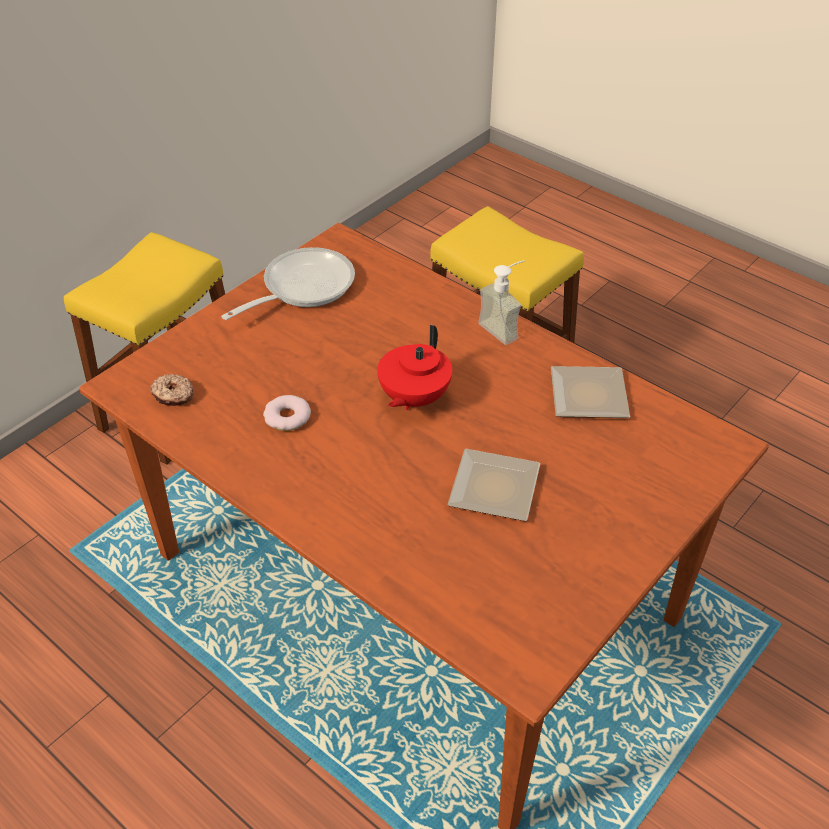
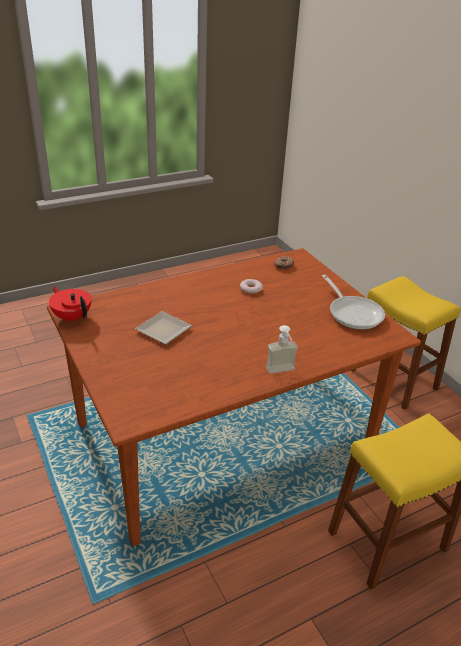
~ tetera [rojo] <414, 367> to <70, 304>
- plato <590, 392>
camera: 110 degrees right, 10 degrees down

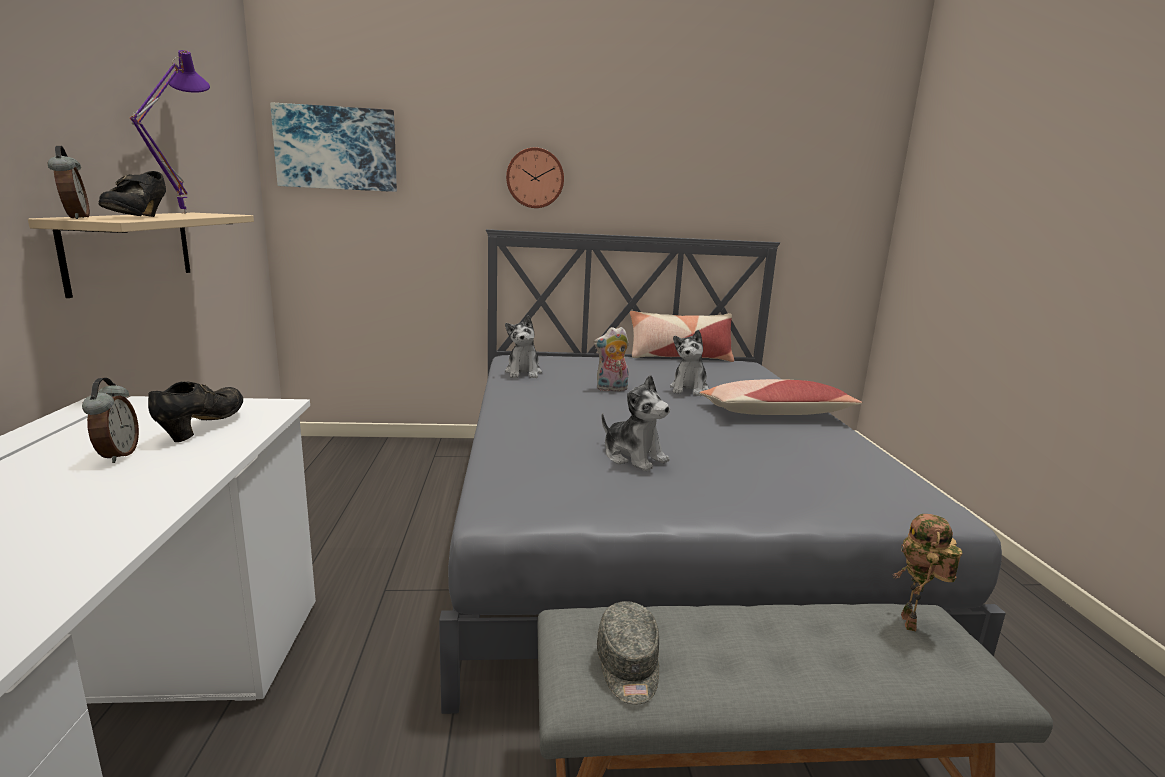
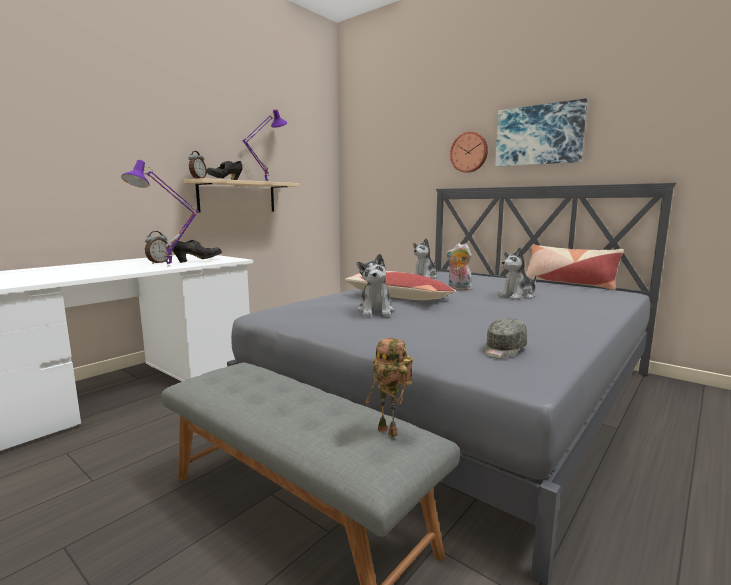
+ lámpara de mesa [morado] <160, 213>
~ cojín <781, 397> to <400, 285>
~ robot de juguete <927, 572> = <389, 388> 105 degrees counterclockwise
~ gorra [gris] <628, 653> to <505, 338>
~ cuadro <333, 147> to <541, 132>
camera: 45 degrees right, 5 degrees down

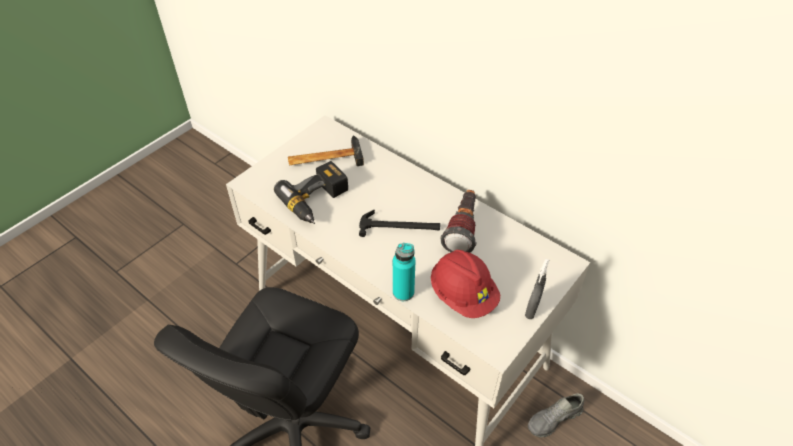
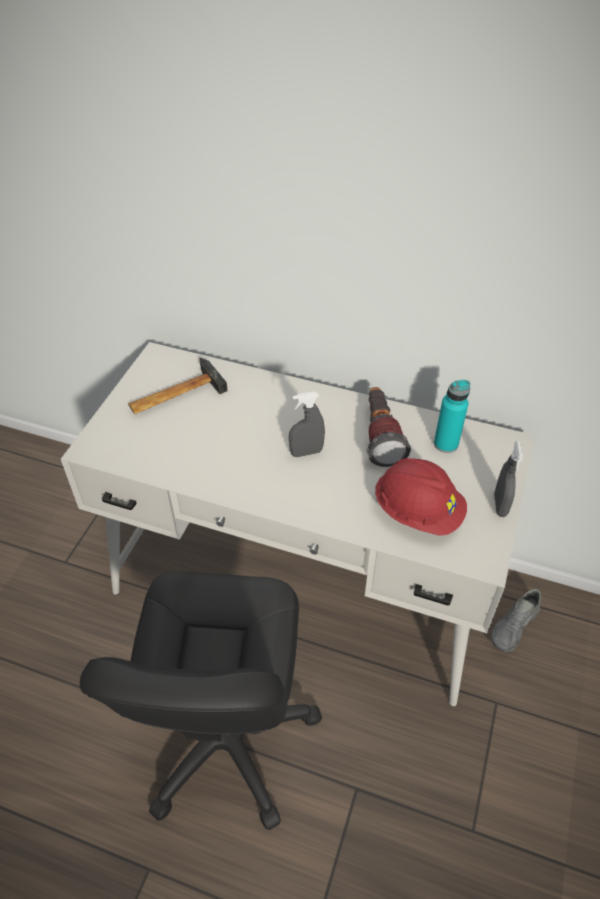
~ martillo <399, 223> to pulverizador [gris] <307, 424>
~ botella [turquesa] <404, 272> to <452, 416>
- taladro <311, 192>
camera: 20 degrees left, 0 degrees up

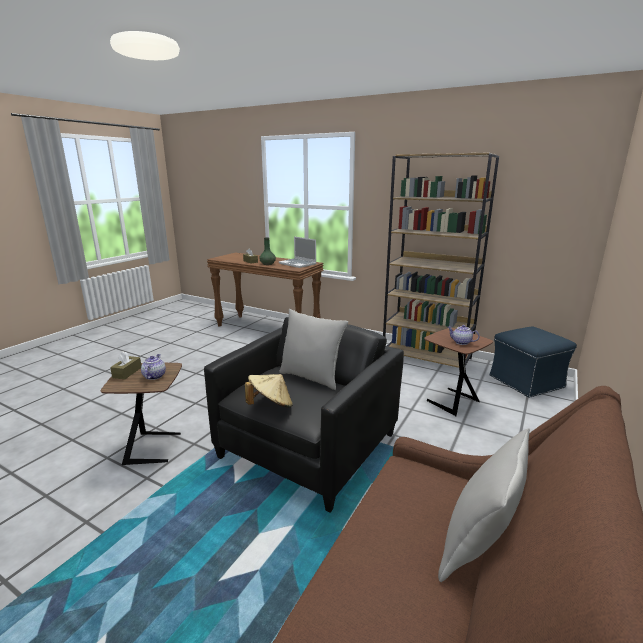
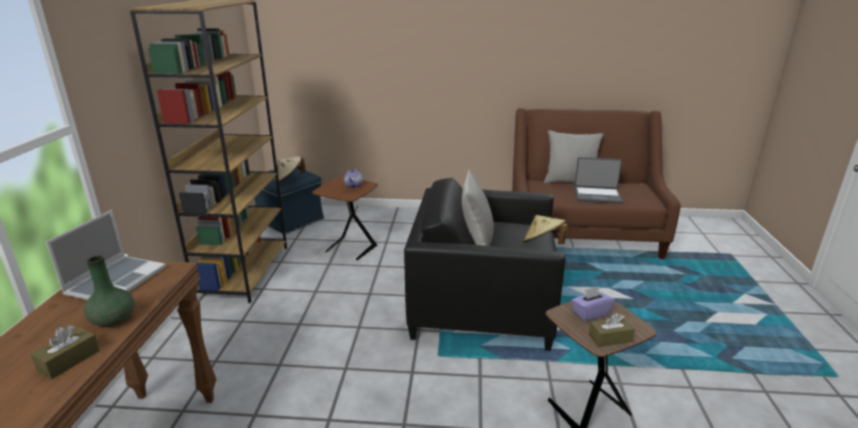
+ sombrero [beis] <290, 169>
~ tetera <153, 367> to caja de pañuelos [morado] <593, 303>
+ portátil <598, 180>
camera: 115 degrees left, 5 degrees up

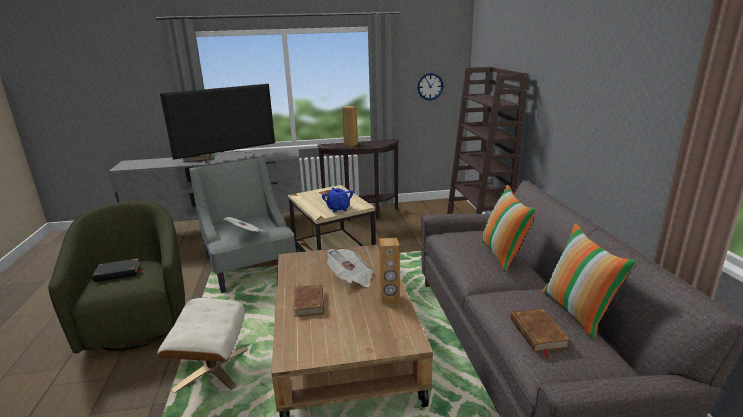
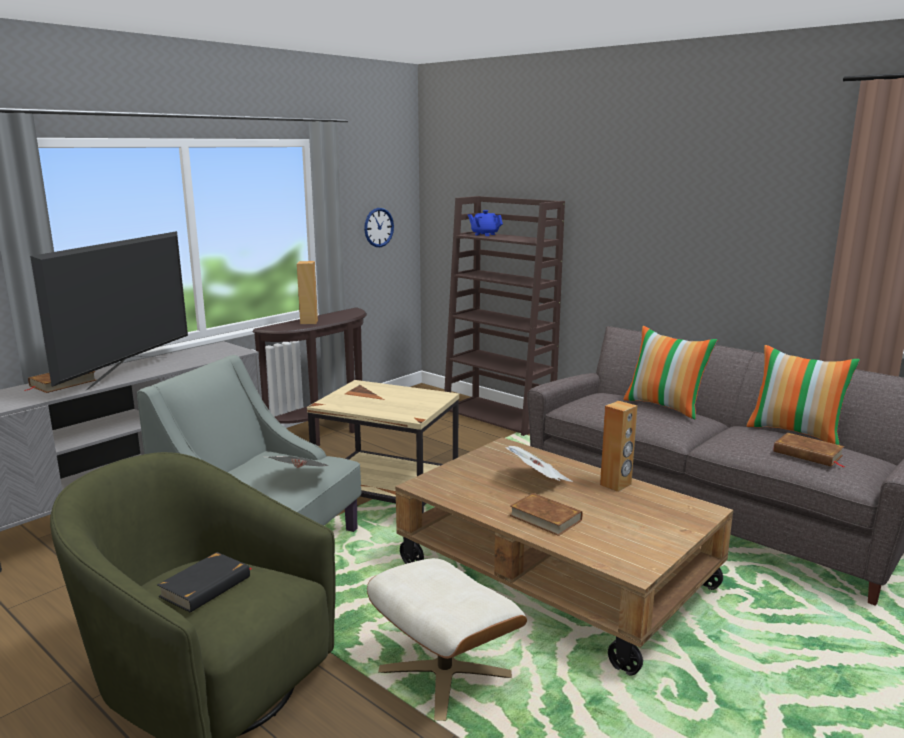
~ tetera [azul] <337, 200> to <485, 223>
camera: 40 degrees left, 5 degrees down

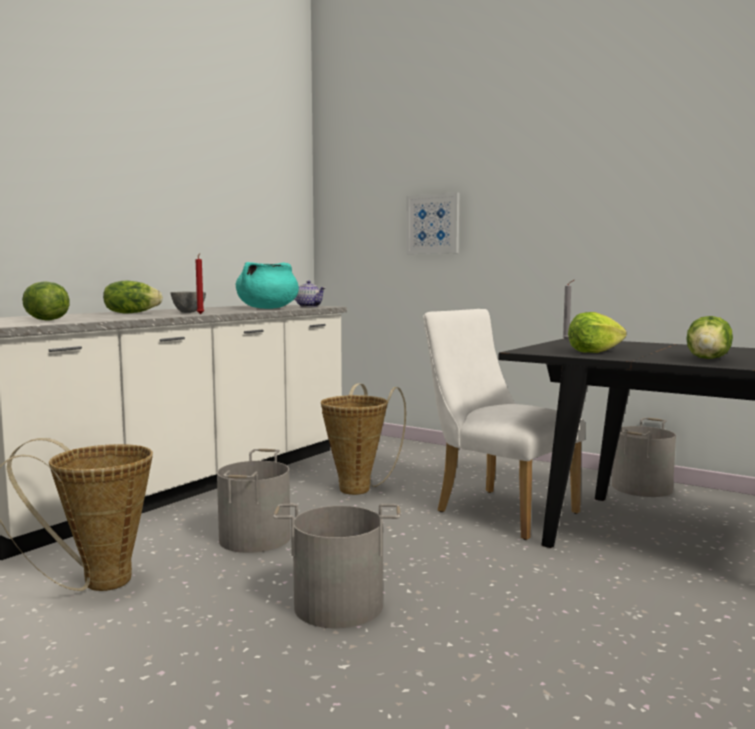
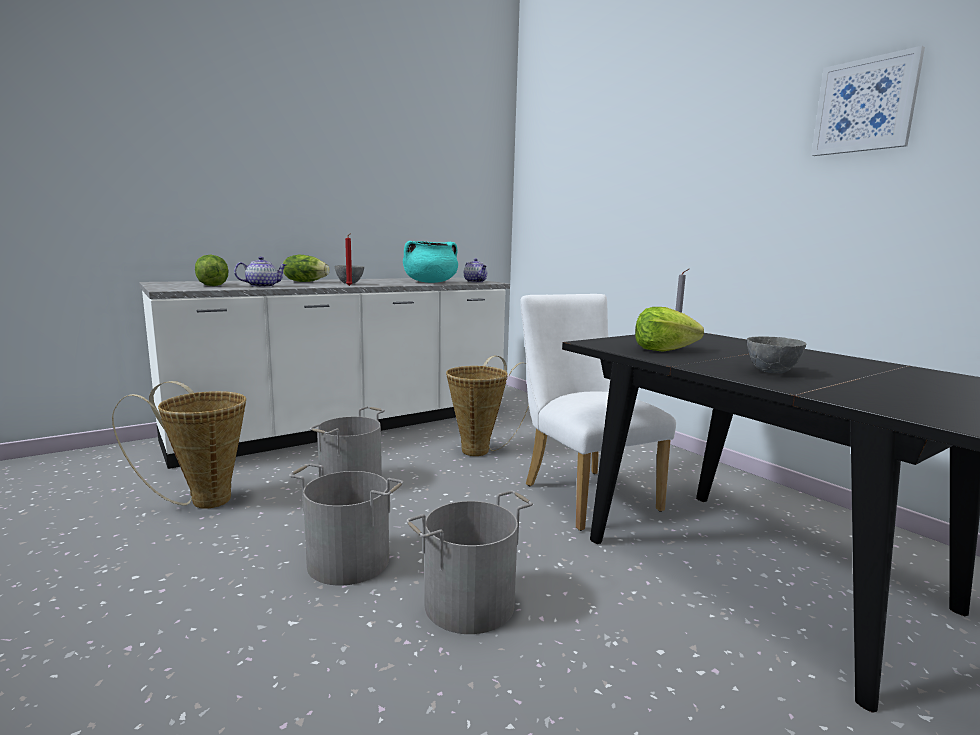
+ tetera <260, 272>
~ cubo [gris] <644, 457> to <469, 562>
~ lechuga <709, 337> to cuenco [gris] <776, 355>
~ cuadro <432, 223> to <868, 101>
camera: 20 degrees right, 5 degrees up

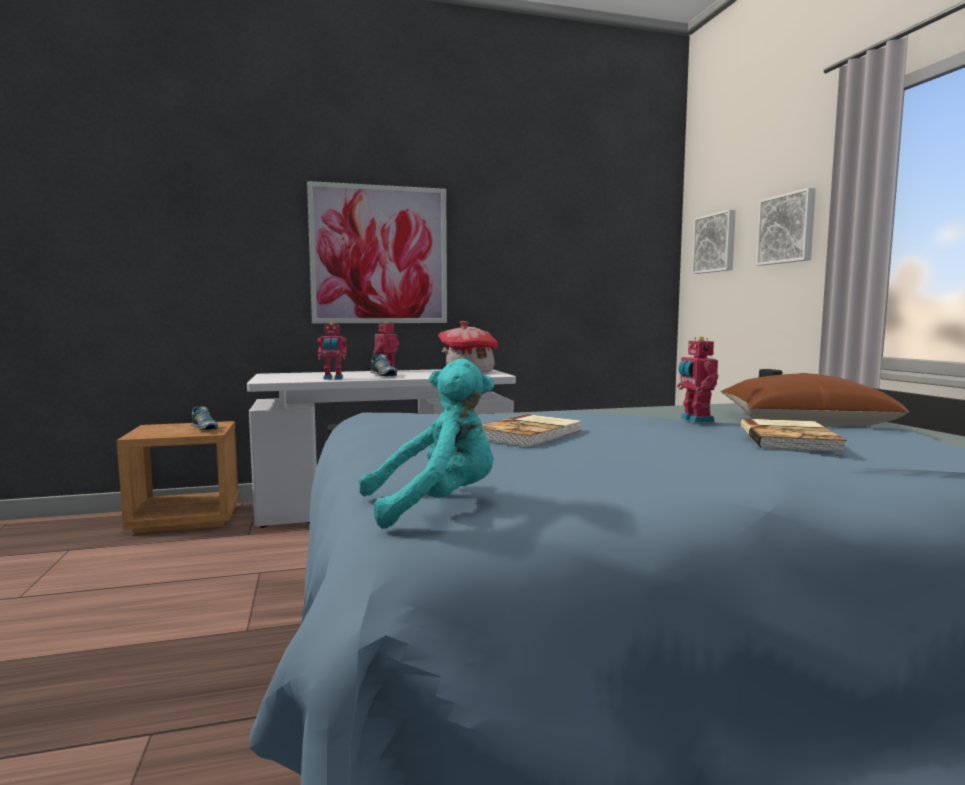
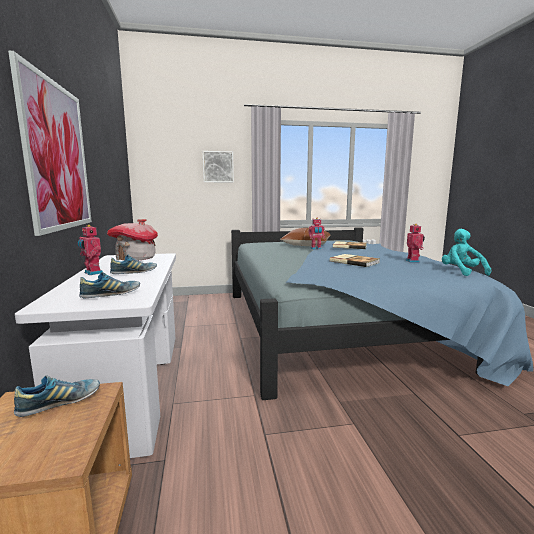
+ zapato <109, 285>
~ robot de juguete <332, 351> to <415, 243>
- cuadro <714, 241>
camera: 85 degrees left, 5 degrees up

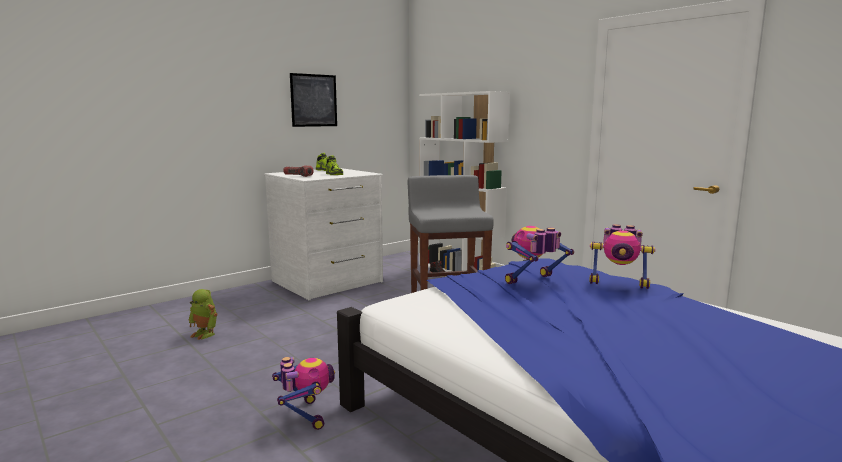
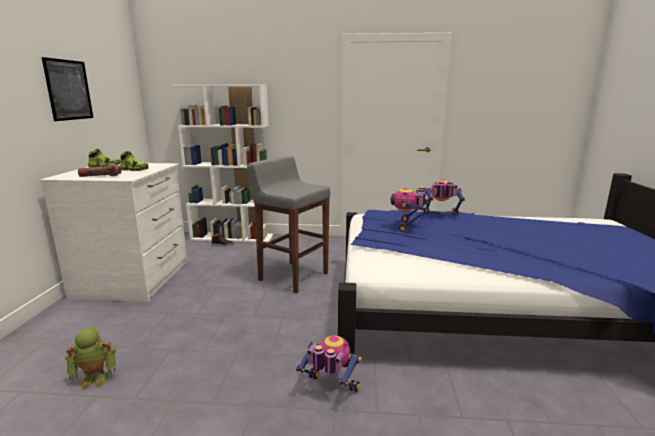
~ robot de juguete <622, 256> = <443, 197> 150 degrees counterclockwise
camera: 45 degrees left, 5 degrees up

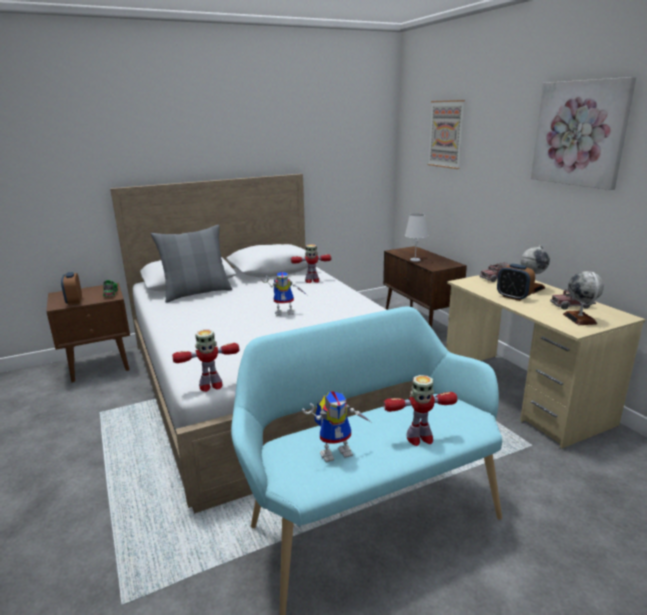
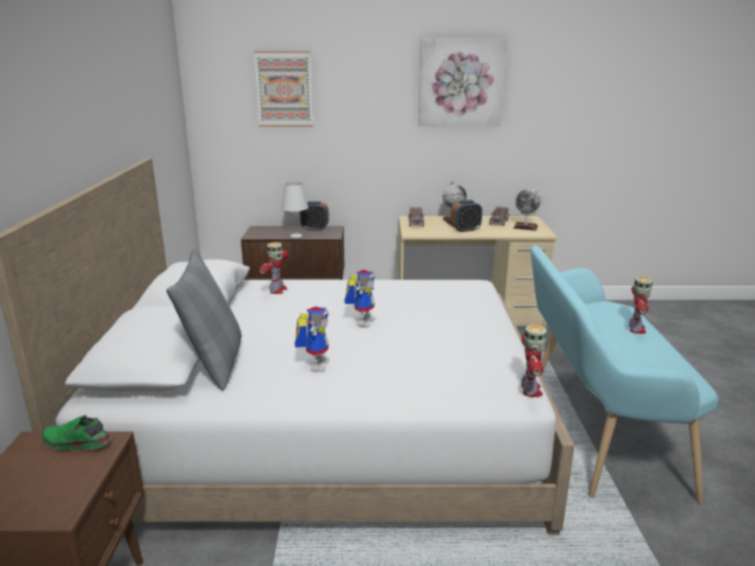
~ robot de juguete <336, 426> to <312, 339>
~ despertador <71, 288> to <314, 216>
camera: 65 degrees left, 0 degrees up

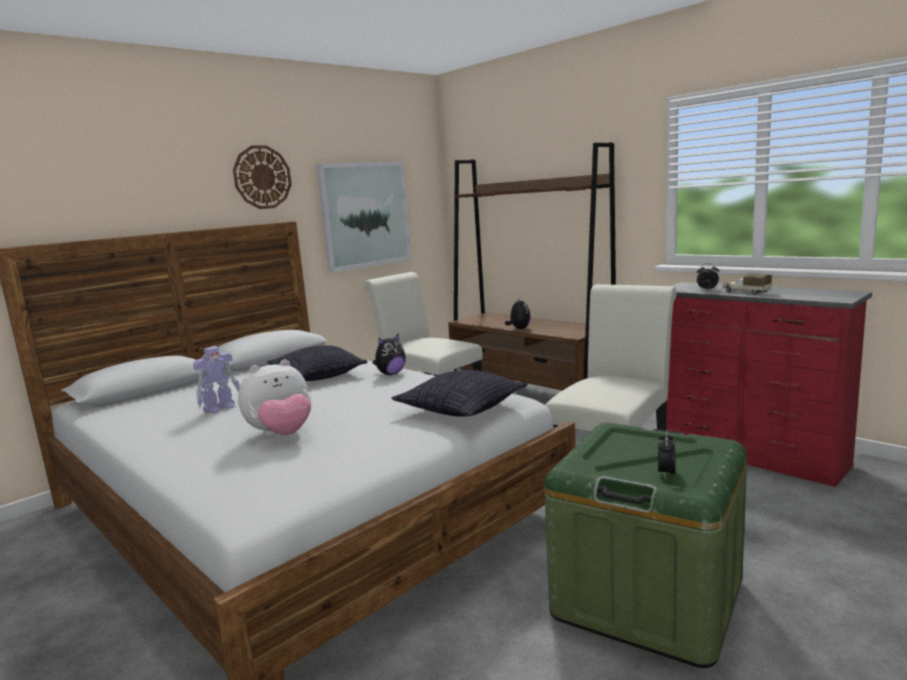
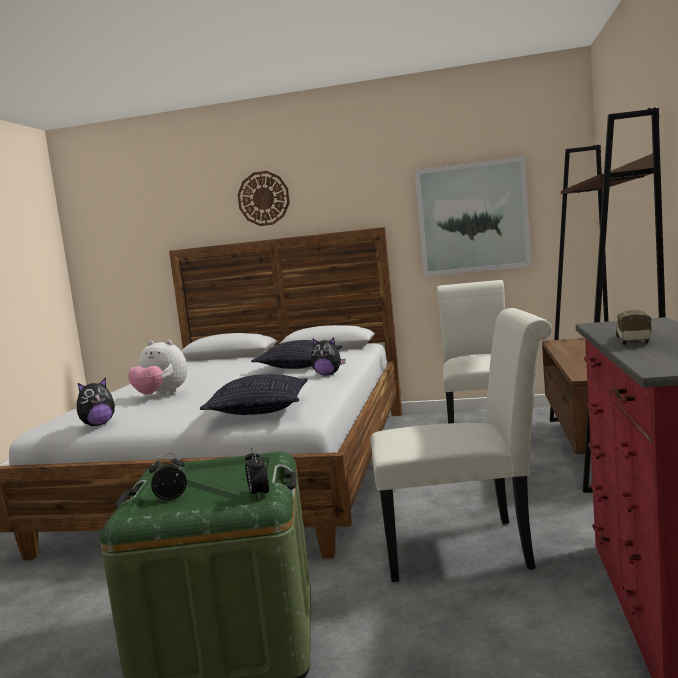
~ peluche <518, 313> to <96, 401>
~ reloj de pared <262, 177> to <263, 198>
~ despertador <708, 277> to <257, 473>
- robot de juguete <216, 379>
camera: 55 degrees right, 5 degrees down

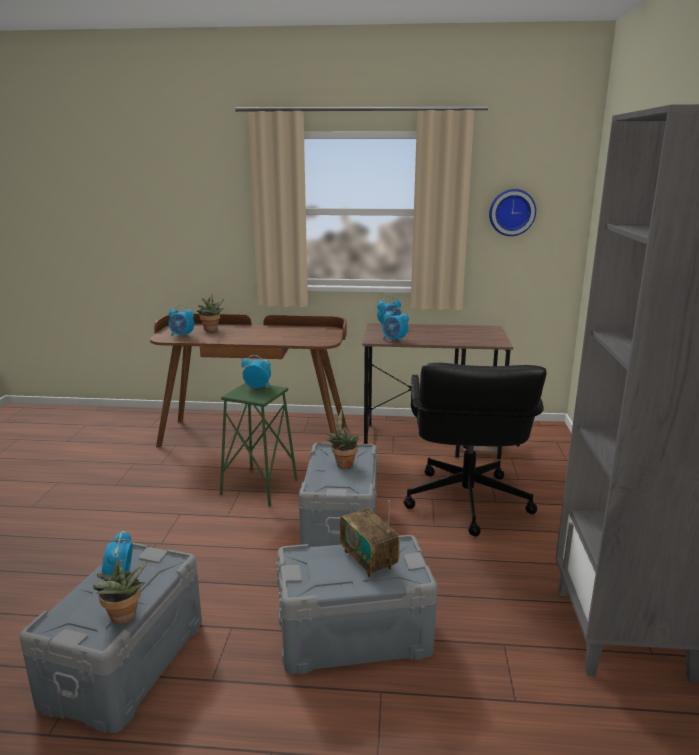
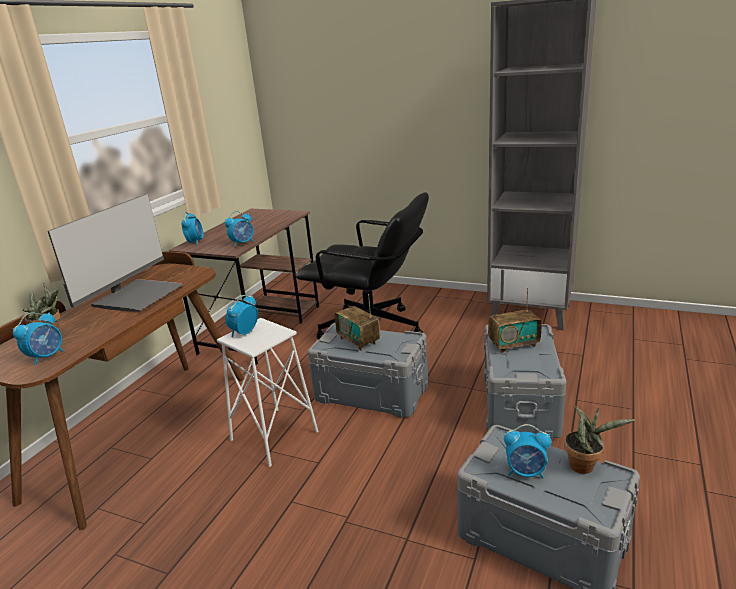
+ monitor <115, 253>
~ taburete [verde] <259, 445> to taburete [blanco] <267, 392>
~ planta en maceta <342, 439> to radio <357, 322>
- reloj de pared <512, 212>
camera: 70 degrees left, 5 degrees up

